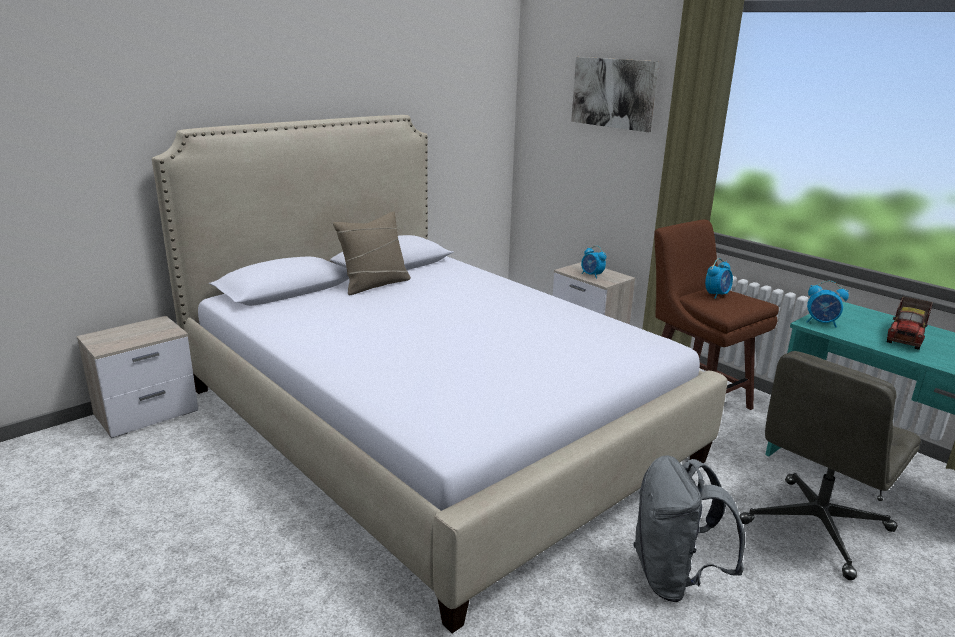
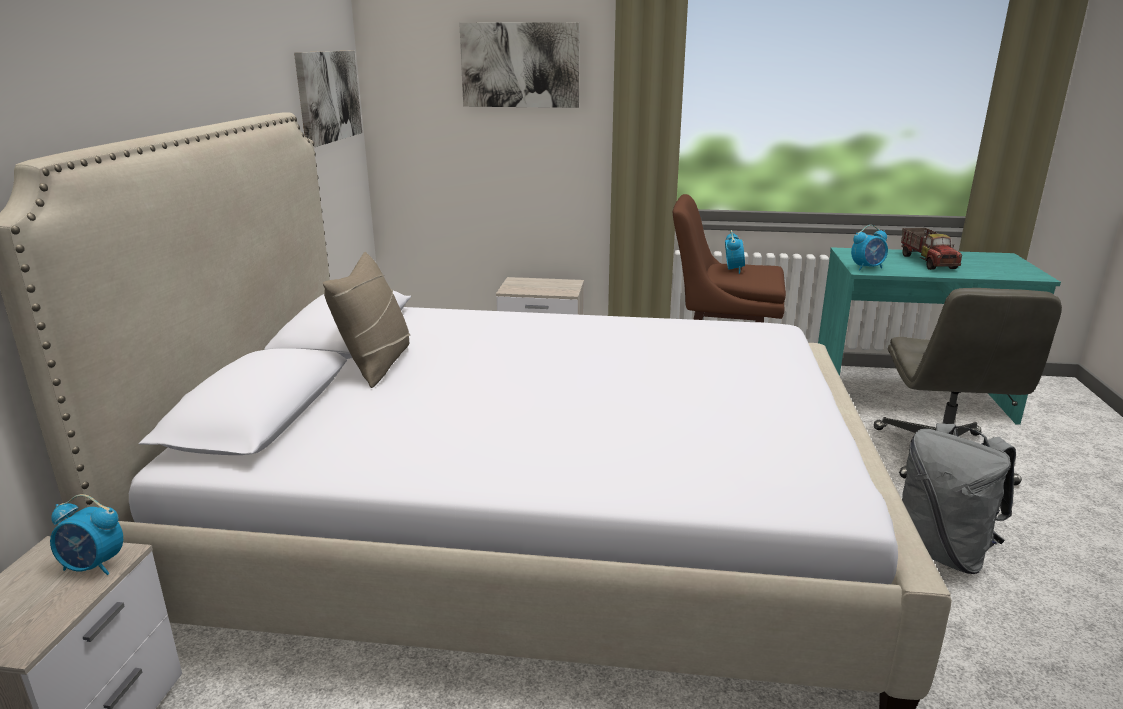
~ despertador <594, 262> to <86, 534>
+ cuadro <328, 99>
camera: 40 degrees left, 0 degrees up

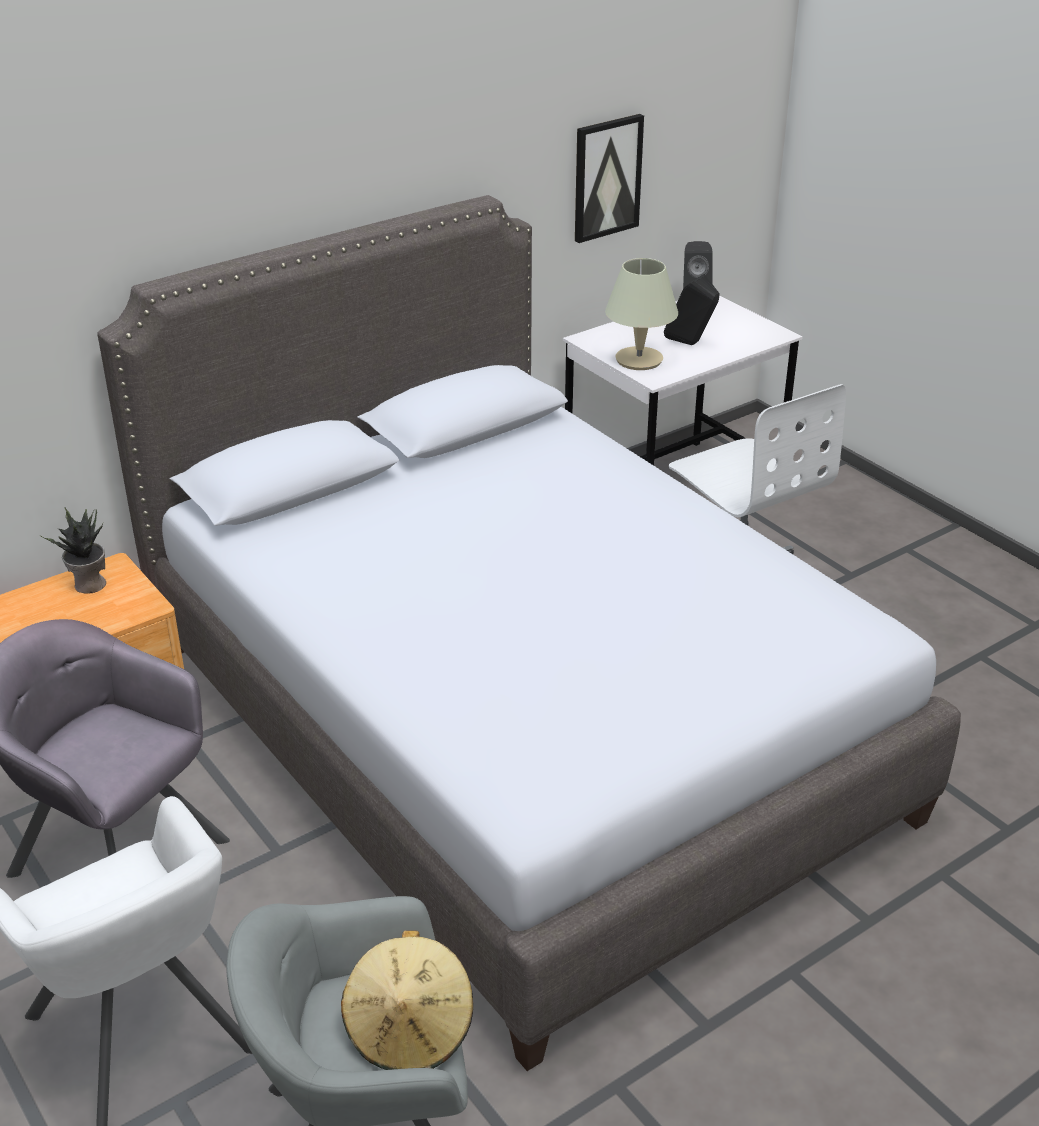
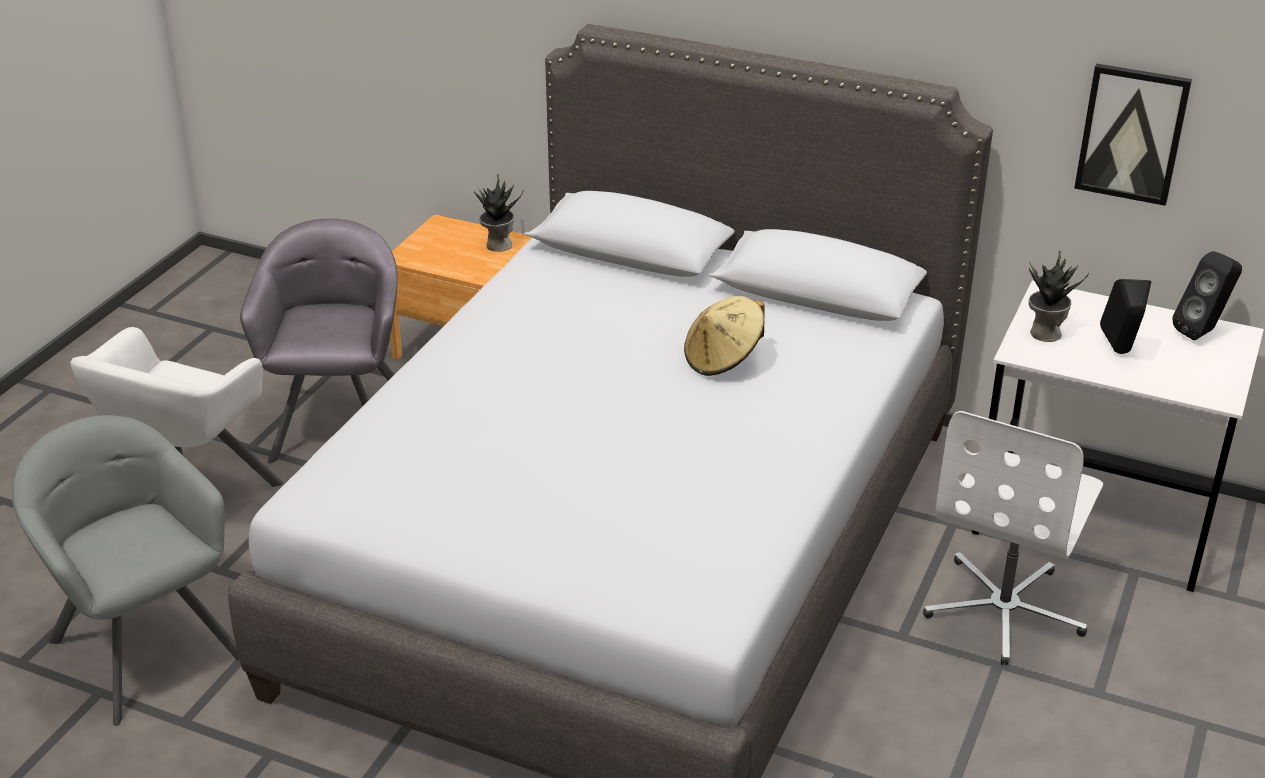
~ sombrero [beis] <407, 1000> to <724, 336>
~ lámpara de mesa [beis] <641, 314> to planta en maceta <1059, 296>
camera: 60 degrees right, 0 degrees up

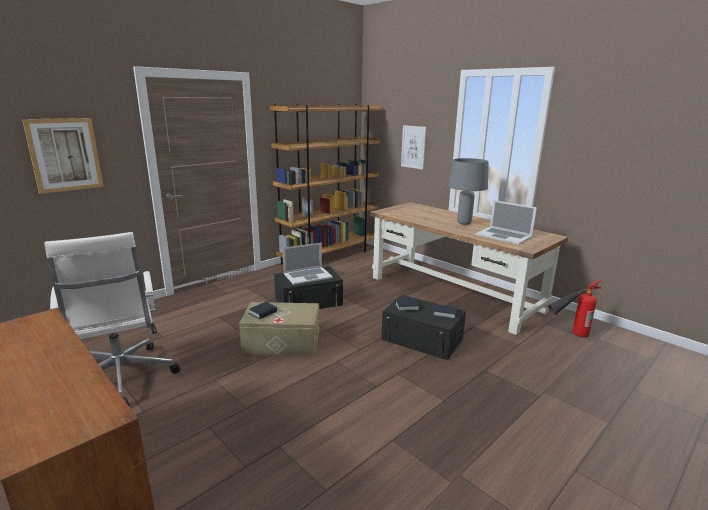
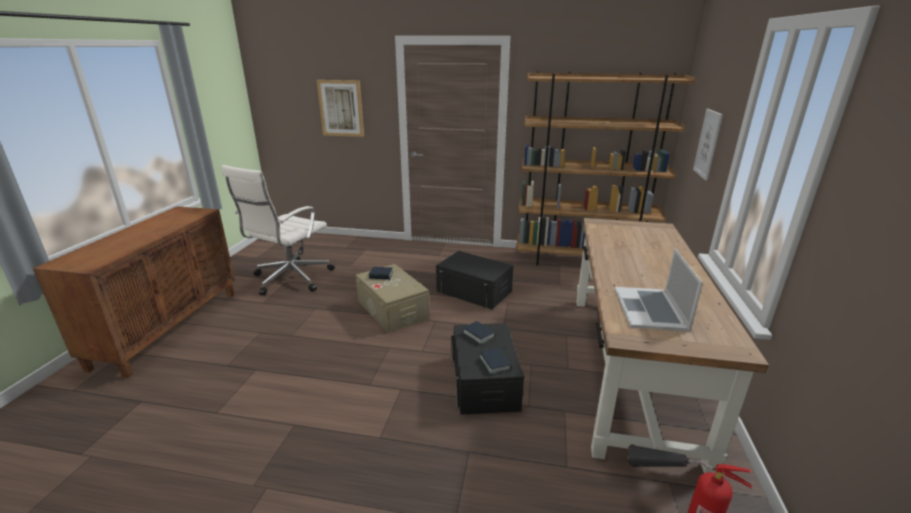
- portátil <308, 264>
- lámpara de mesa [gris] <468, 191>
camera: 55 degrees right, 5 degrees up

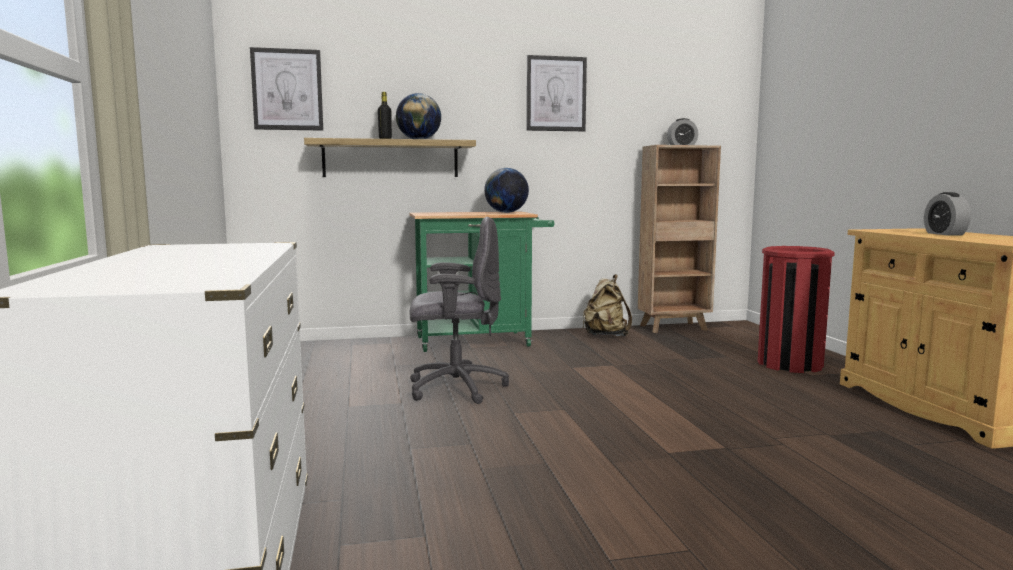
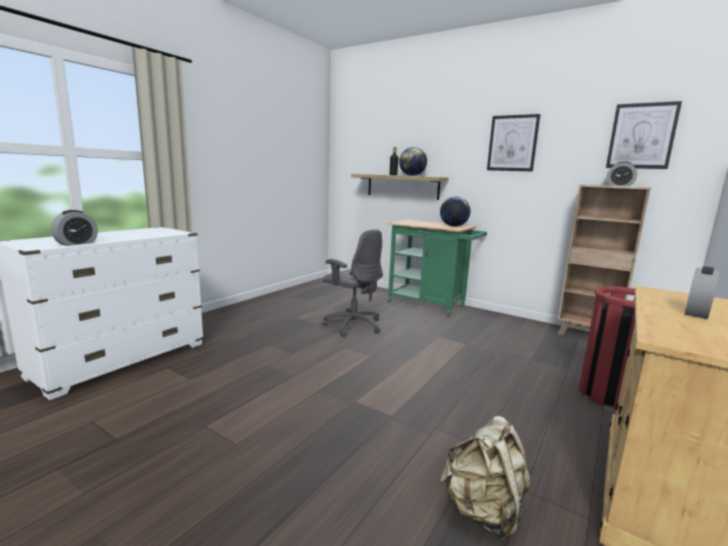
+ despertador <74, 228>
~ mochila [beis] <607, 305> to <485, 478>
~ cuadro <286, 89> to <644, 135>
camera: 45 degrees right, 5 degrees up

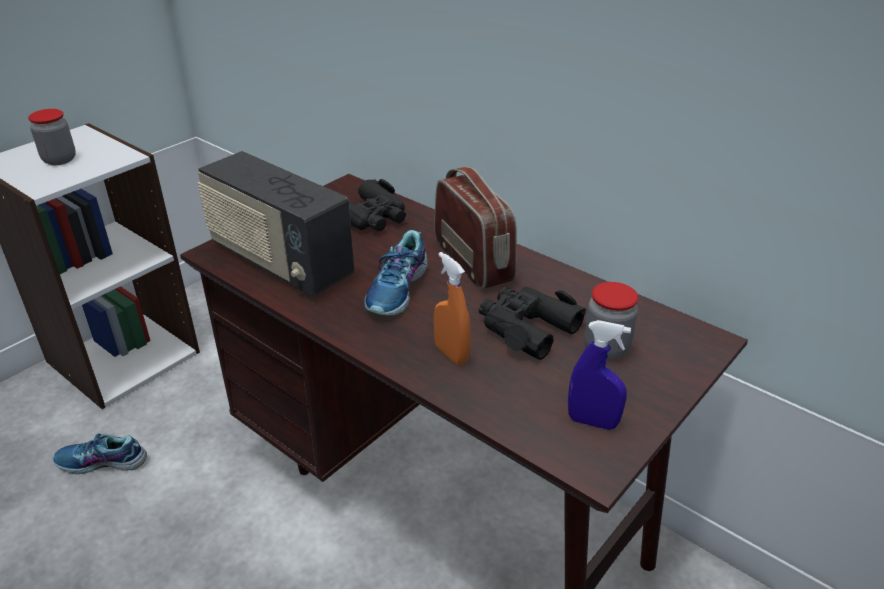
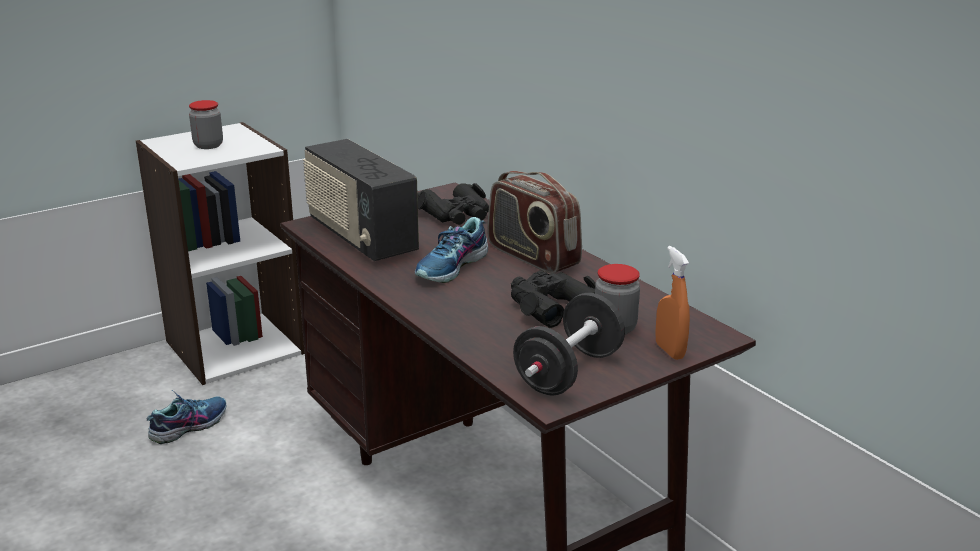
~ zapato <100, 454> = <186, 417> 120 degrees clockwise
~ radio <475, 228> = <534, 222> 150 degrees clockwise
~ pulverizador [azul] <599, 375> to mancuerna [negro] <569, 344>
~ pulverizador [naranja] <452, 308> to <672, 303>
camera: 15 degrees right, 10 degrees down

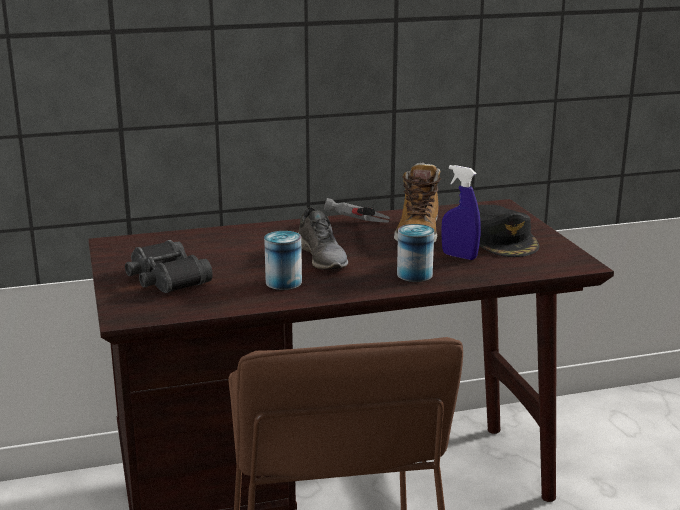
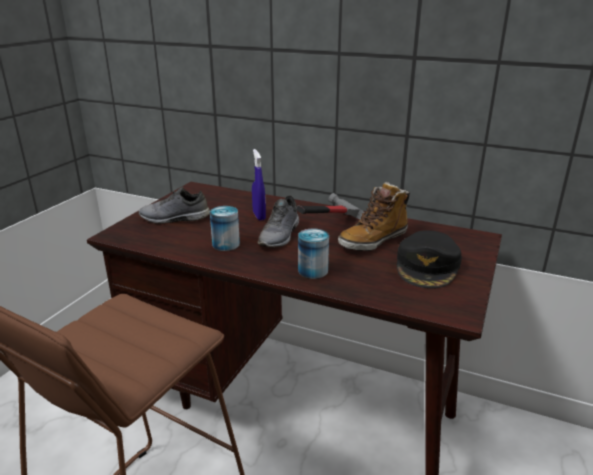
~ prismáticos [negro] <169, 266> to zapato [gris] <174, 205>
~ pulverizador [azul] <461, 212> to <259, 185>
camera: 40 degrees right, 5 degrees up

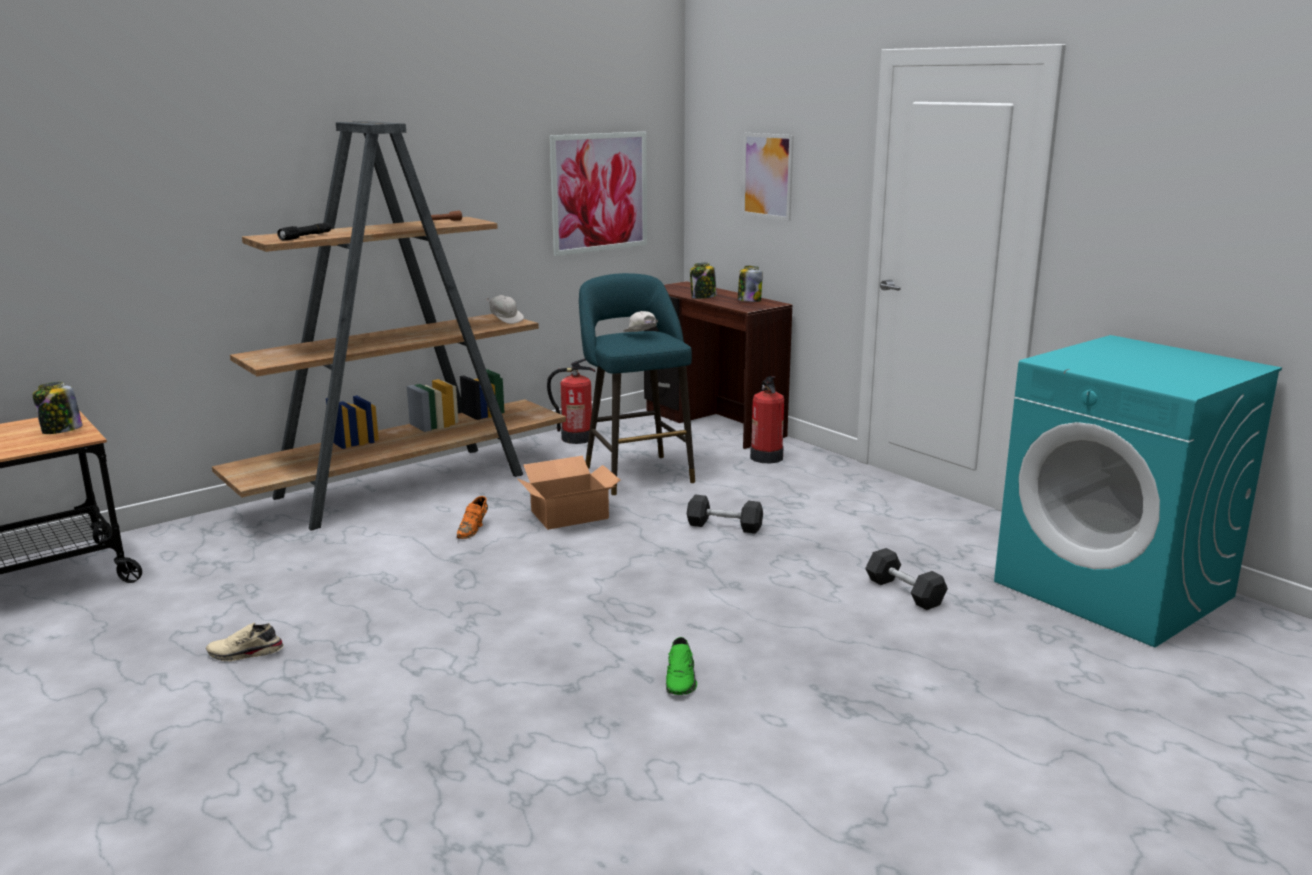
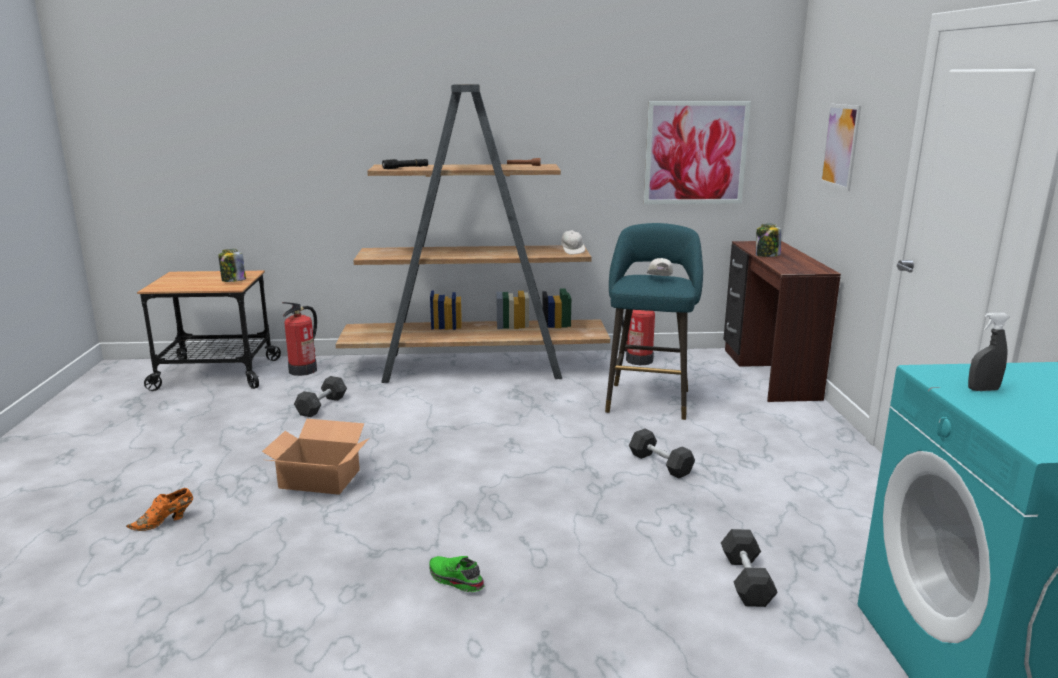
~ zapato [naranja] <472, 517> to <159, 509>
~ caja de cartón <568, 493> to <315, 457>
~ extintor <767, 420> to <299, 339>
+ mancuerna [gris] <320, 396>
~ zapato [verde] <681, 666> = <457, 574> 90 degrees clockwise
+ pulverizador [gris] <989, 352>
- zapato [beis] <245, 642>
- tarro <750, 284>
camera: 35 degrees right, 0 degrees up

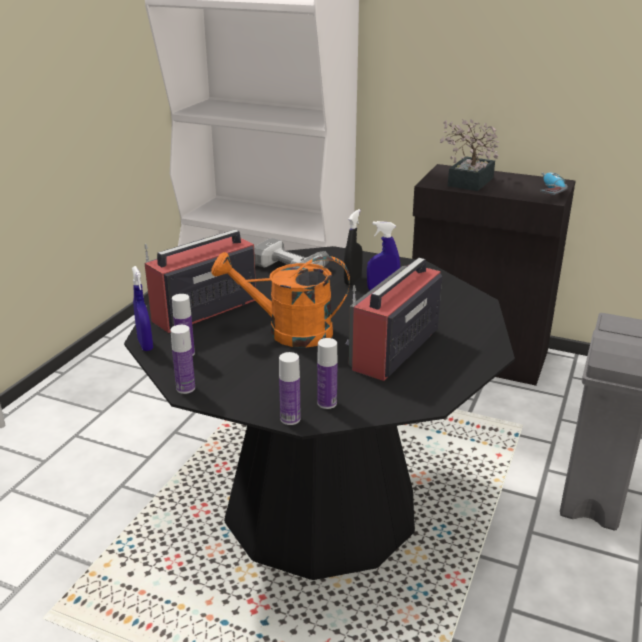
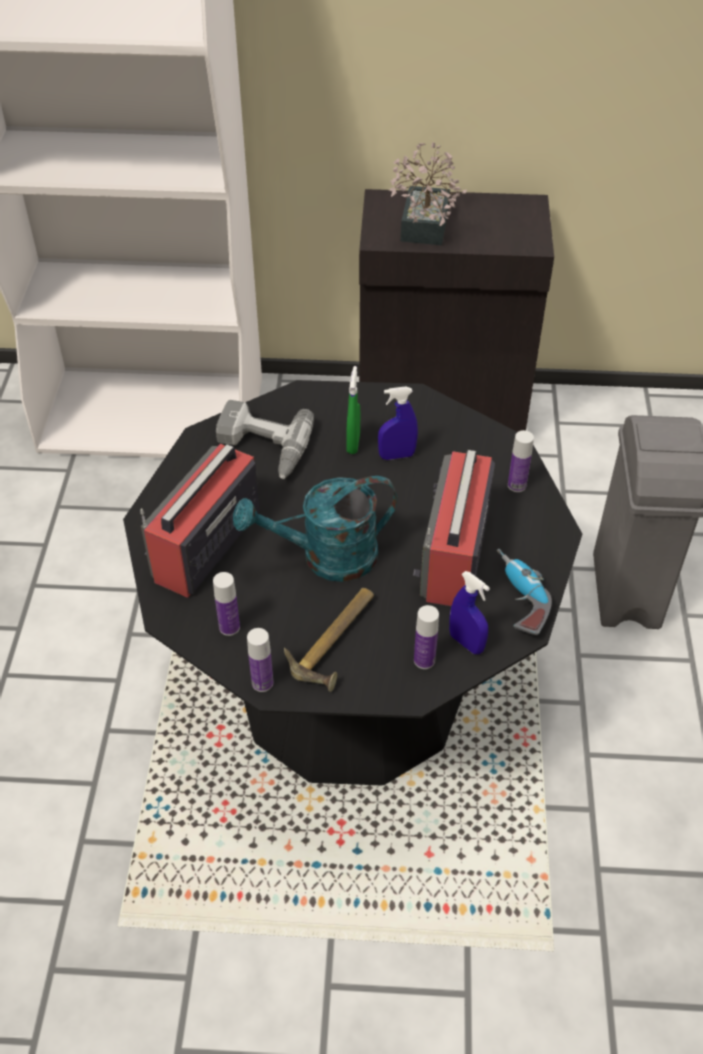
~ regadera [naranja] <280, 300> to regadera [turquesa] <315, 529>
+ martillo <329, 640>
~ pulverizador [negro] <353, 247> to pulverizador [verde] <353, 410>
~ pulverizador [azul] <142, 308> to <469, 612>
~ taladro <554, 183> to <524, 592>
~ botella <290, 388> to <521, 461>
camera: 20 degrees left, 20 degrees up

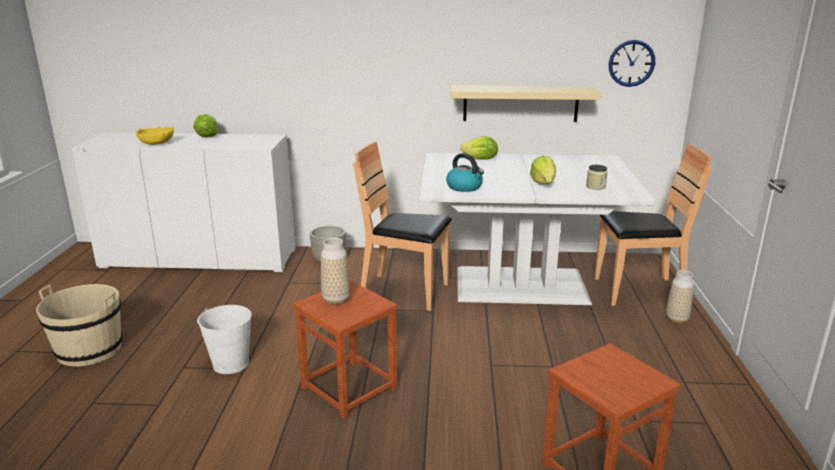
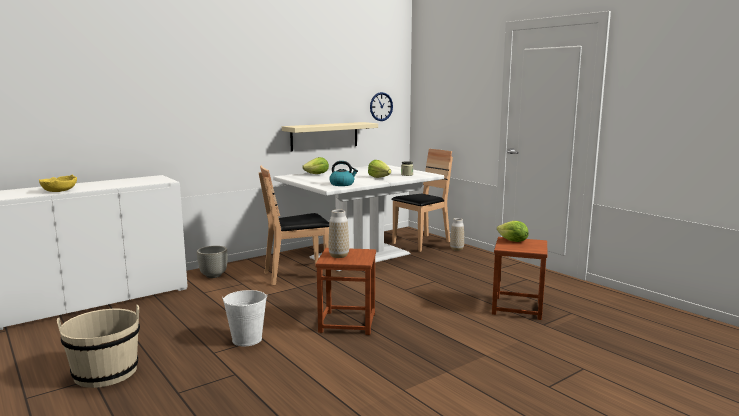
~ lechuga <206, 125> to <513, 231>
camera: 40 degrees left, 10 degrees down

